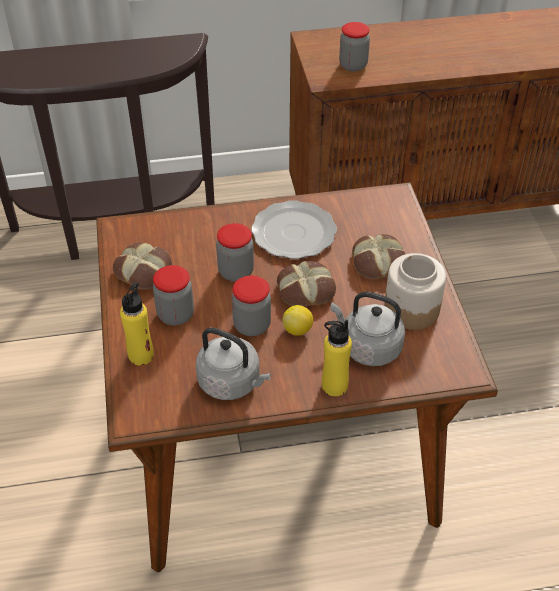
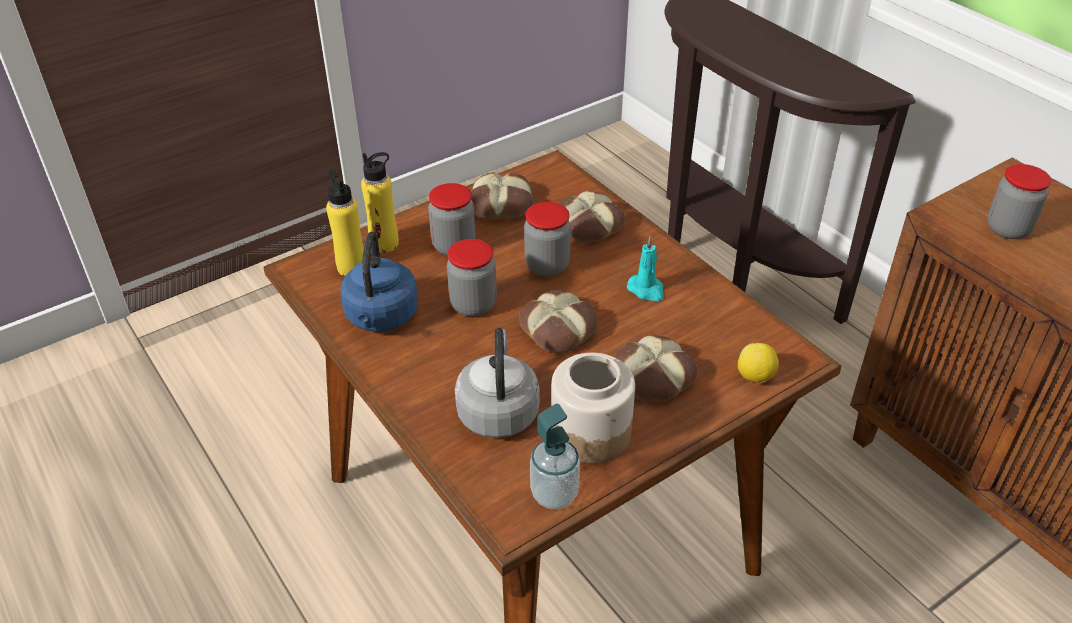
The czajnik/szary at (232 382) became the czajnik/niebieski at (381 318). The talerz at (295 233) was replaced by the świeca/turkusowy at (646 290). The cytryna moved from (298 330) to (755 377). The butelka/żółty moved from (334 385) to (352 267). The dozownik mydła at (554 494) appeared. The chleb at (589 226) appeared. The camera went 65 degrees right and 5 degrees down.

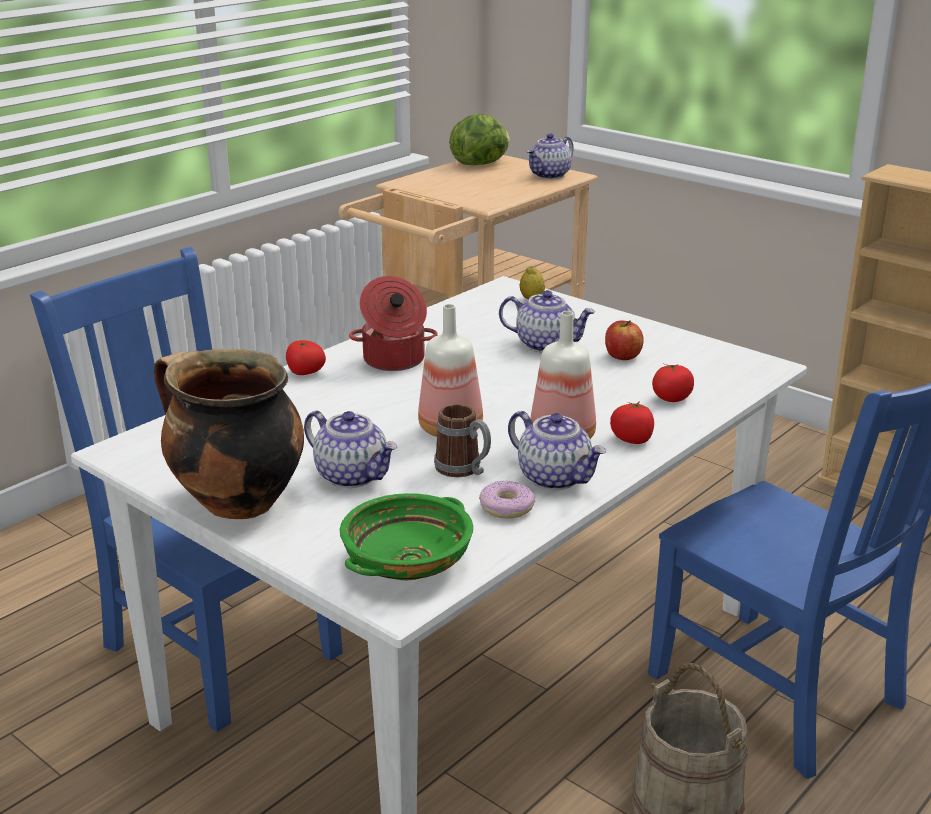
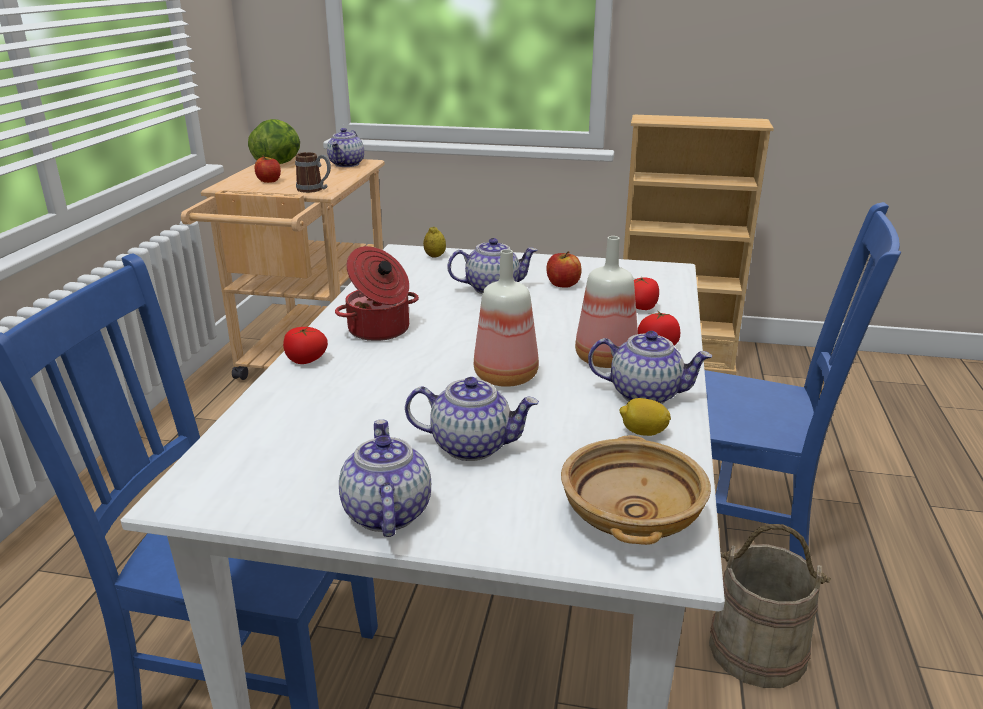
The garnek at (235 502) was replaced by the imbryk at (385 512). The miska/zielony at (407 562) became the miska/beżowy at (630 515). The kubek moved from (464 470) to (314 189). The donut at (506 508) was replaced by the cytryna at (643 432). The jabłko at (269 181) appeared. The camera went 30 degrees left and 0 degrees up.

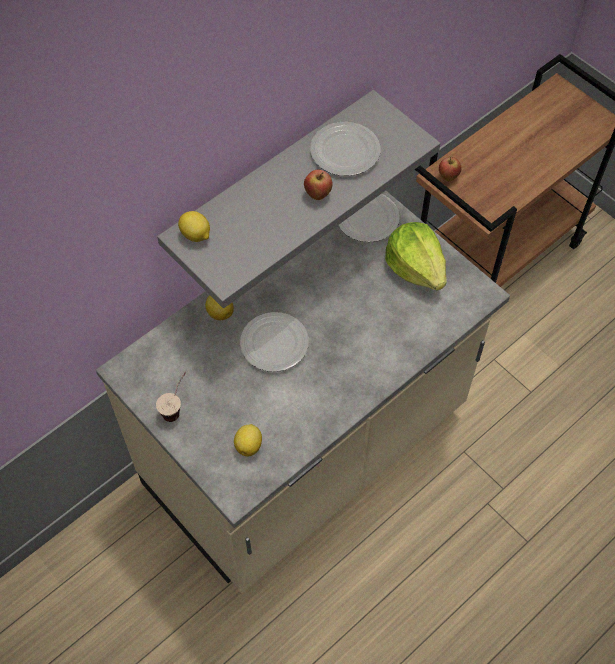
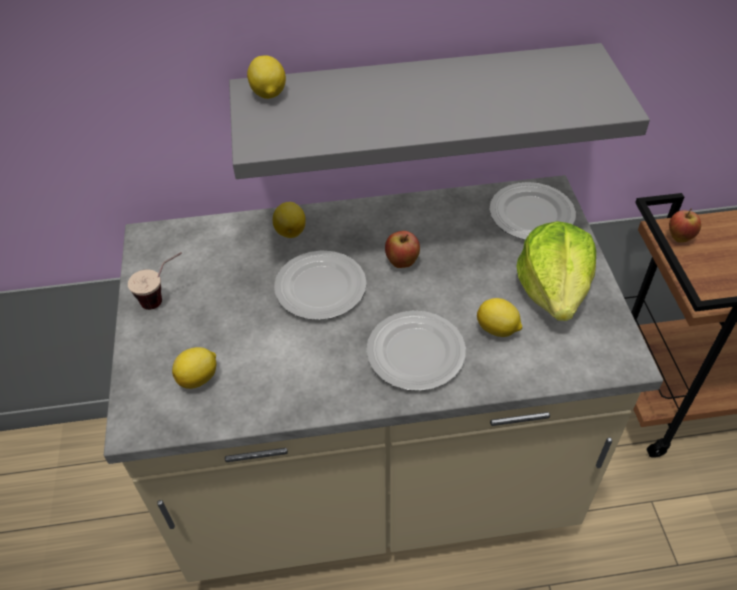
The jabłko moved from (318 194) to (402 263). The talerz moved from (346 152) to (416 354). The cytryna at (497 330) appeared. The camera went 35 degrees right and 10 degrees down.

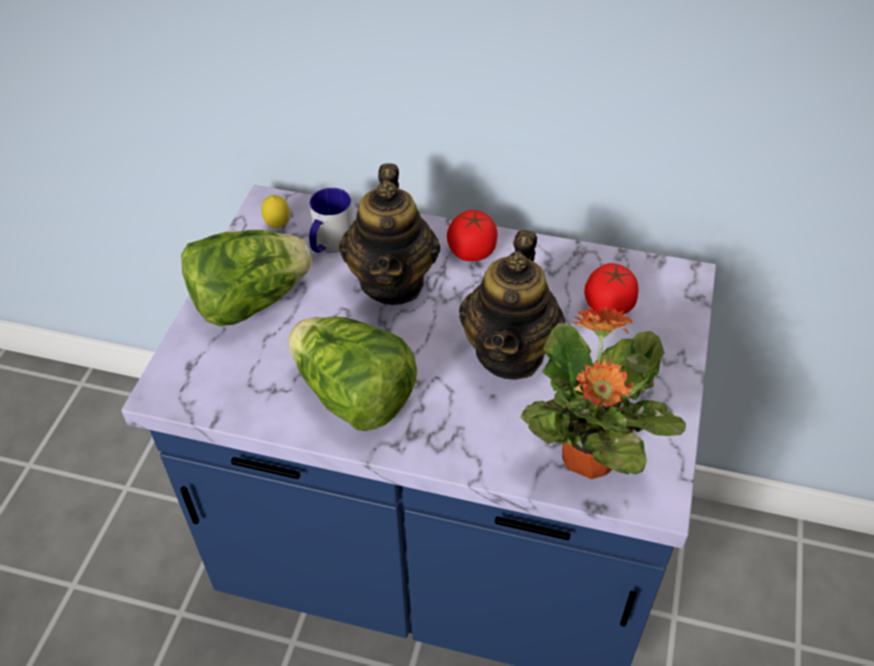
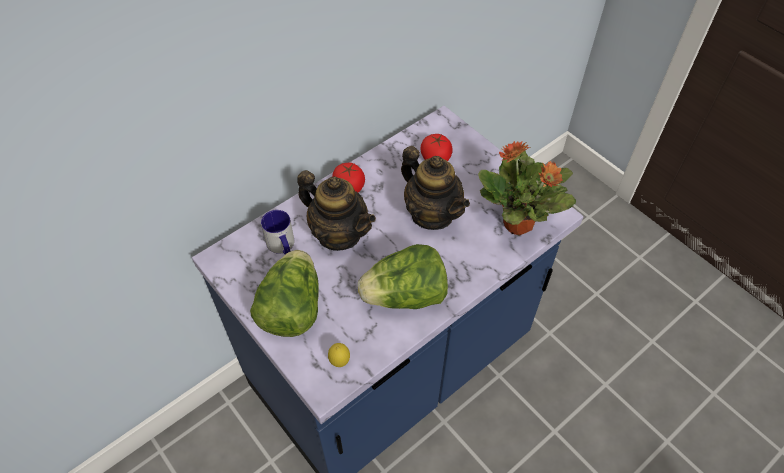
The cytryna moved from (278 226) to (339 362). The camera went 55 degrees left and 5 degrees up.

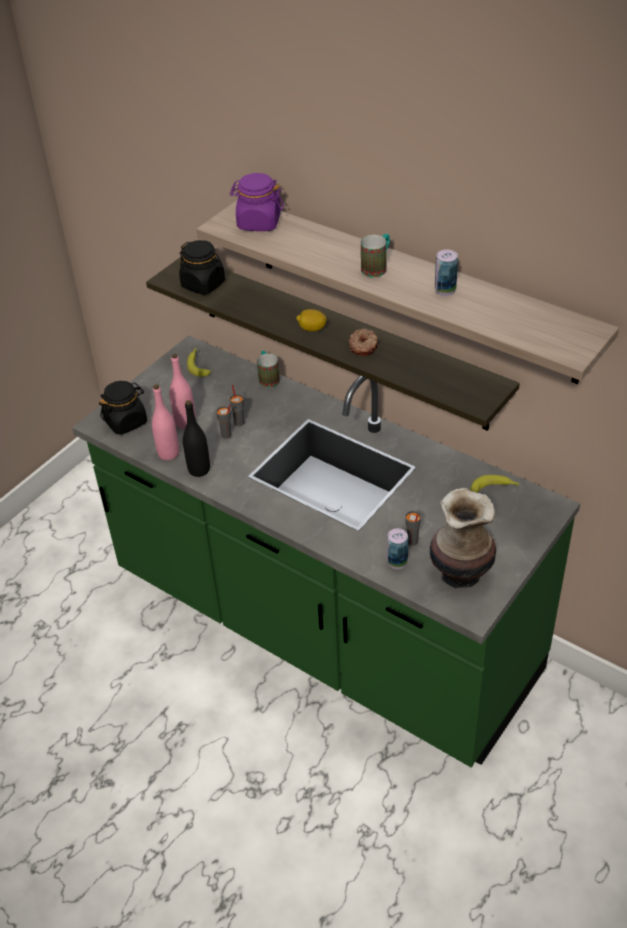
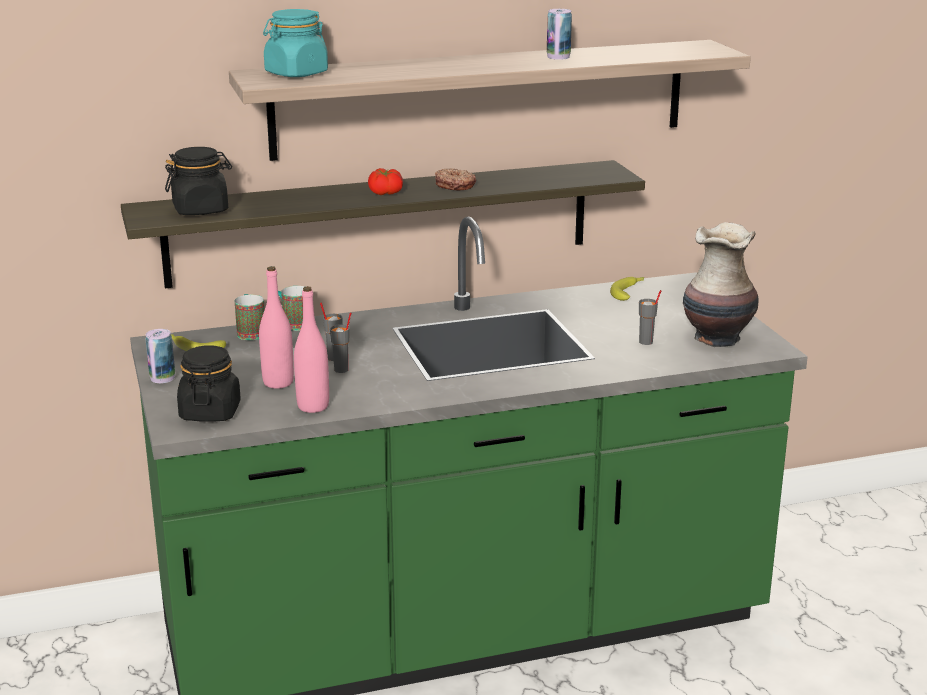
The butelka/czarny at (199 470) disappeared. The słoik/fioletowy at (258 223) became the słoik/turkusowy at (296 73). The cytryna at (312 329) was replaced by the pomidor at (384 193). The kubek moved from (377 267) to (250 332). The puszka moved from (397 562) to (162 378). The camera went 55 degrees left and 20 degrees down.

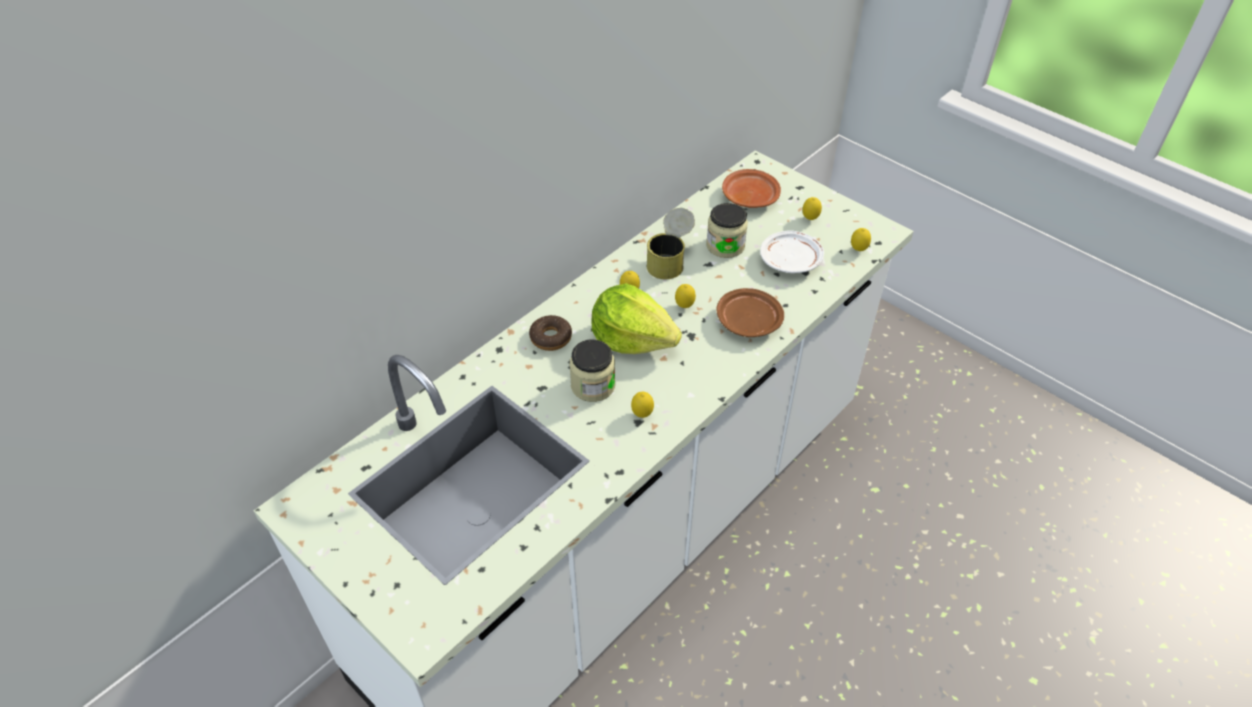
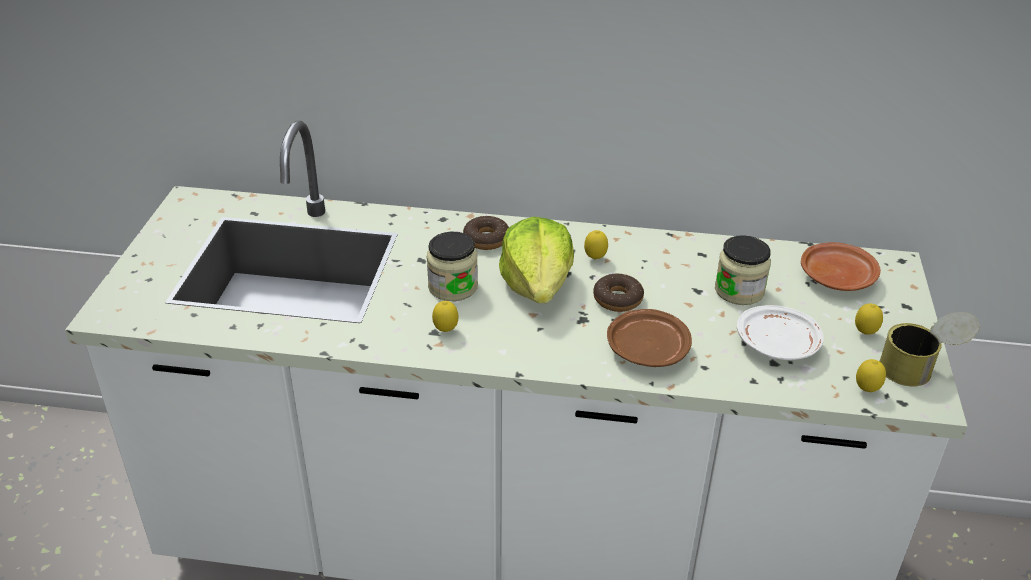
The puszka moved from (670 260) to (920 368). The cytryna at (684 306) was replaced by the donut at (617 299). The camera went 55 degrees right and 10 degrees down.

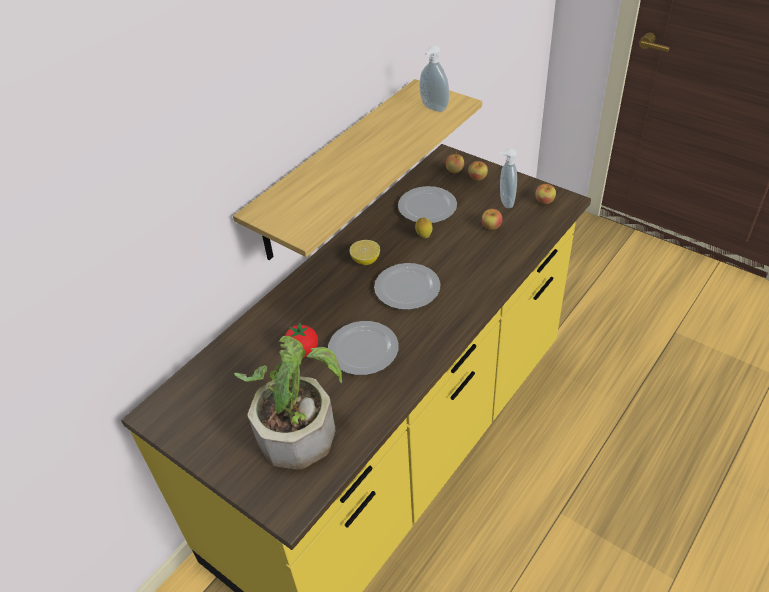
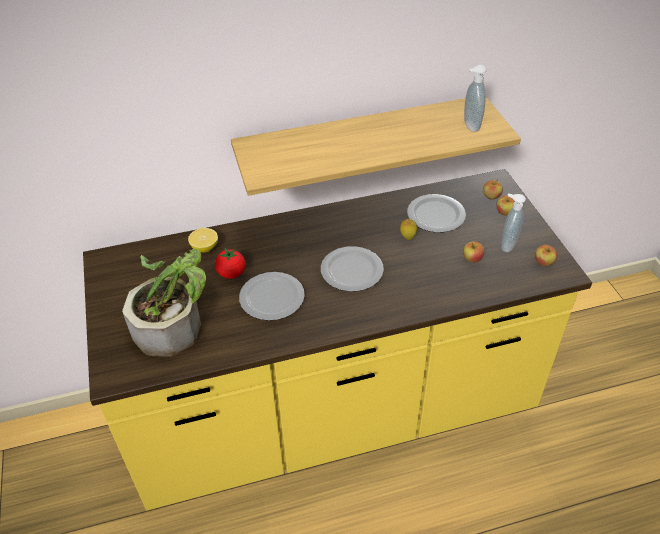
The cytryna moved from (365 260) to (204 247). The camera went 35 degrees right and 0 degrees up.

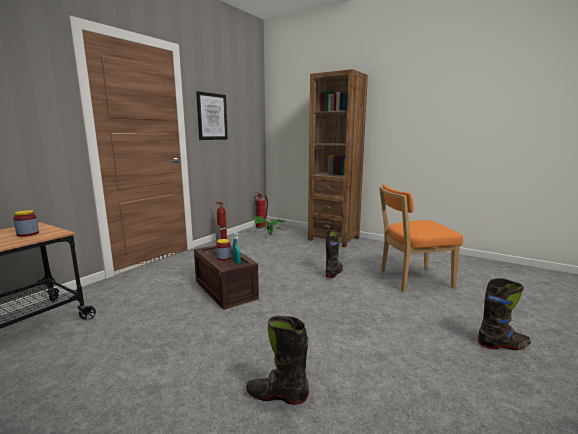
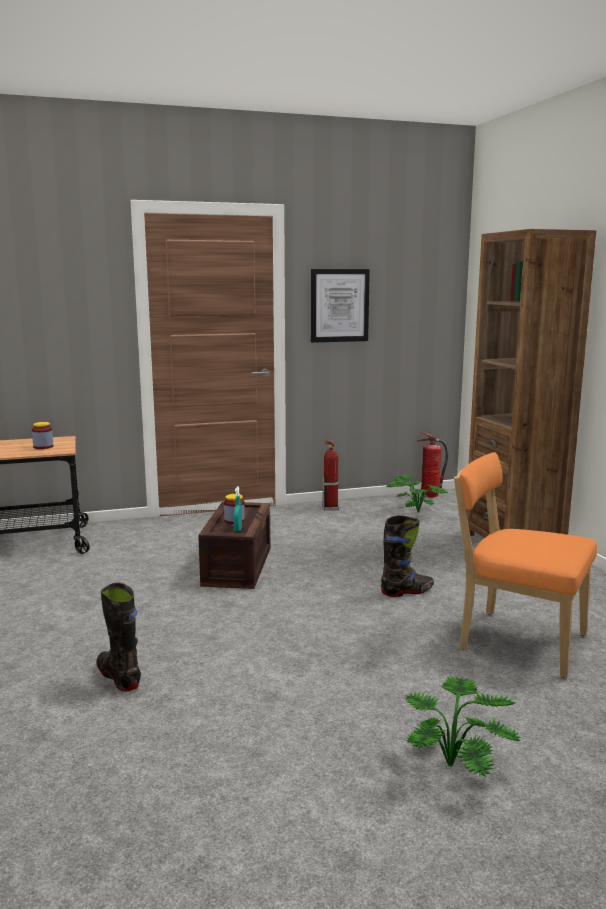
The but z cholewką/czarny at (503 345) was replaced by the roślina doniczkowa at (457 765). The camera went 40 degrees right and 0 degrees up.

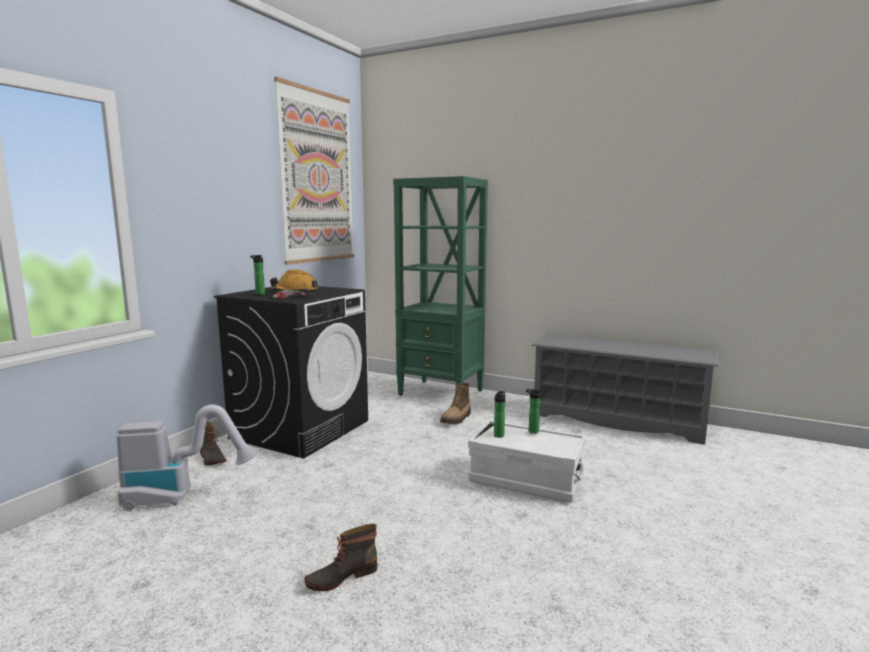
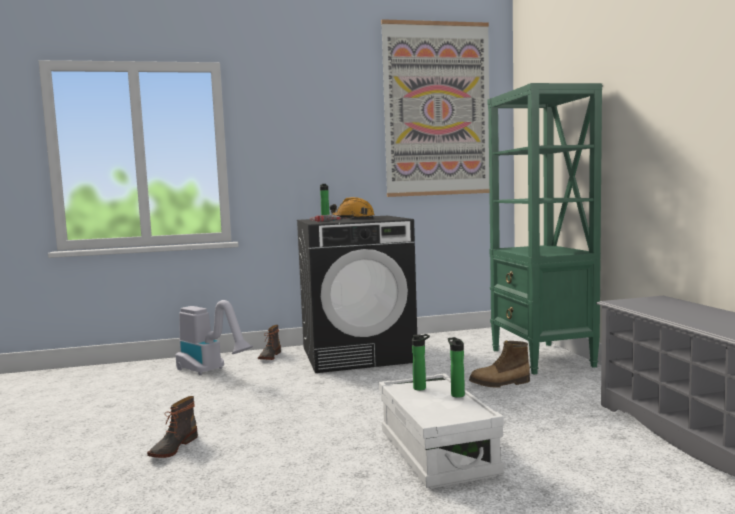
The but z cholewką at (341 576) turned 90 degrees counterclockwise. The camera went 50 degrees right and 5 degrees down.

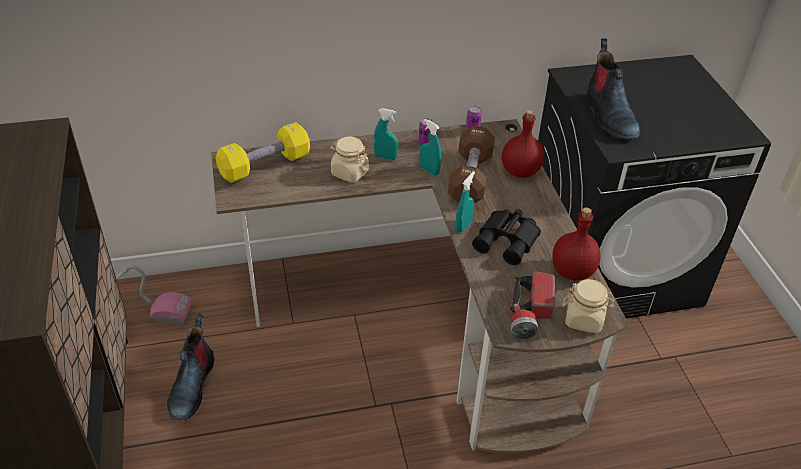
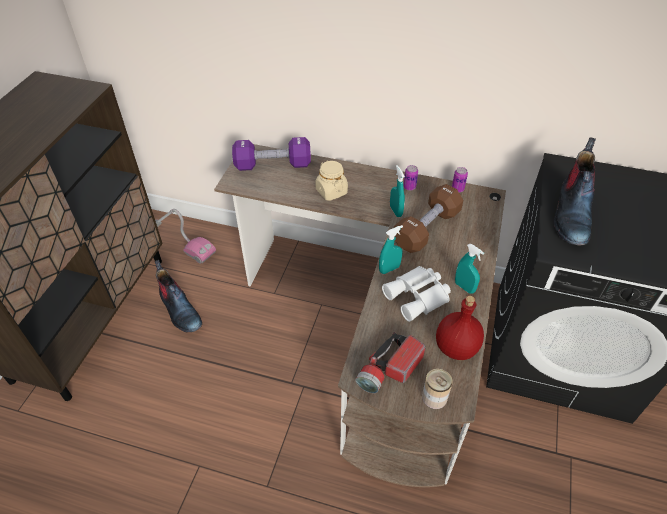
The but z cholewką at (192 385) turned 75 degrees counterclockwise. The hantel/żółty at (265 165) became the hantel/fioletowy at (273 165). The spryskiwacz/turkusowy moved from (385 157) to (464 287). The lornetka/czarny at (508 241) became the lornetka/biały at (418 297). The butelka/czerwony at (520 171) disappeared. The słoik/beżowy at (584 319) was replaced by the puszka at (434 397). The camera went 30 degrees right and 5 degrees up.

